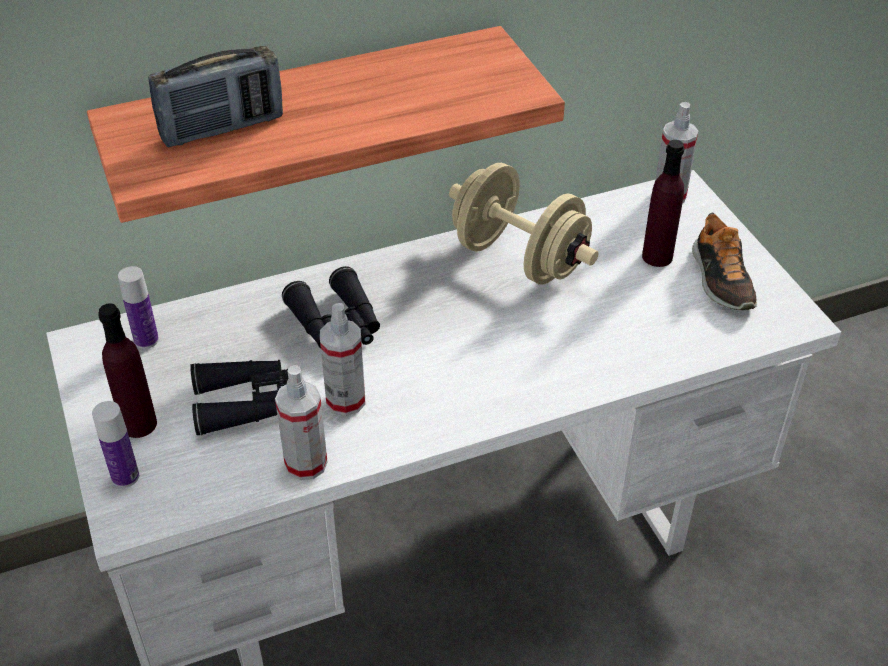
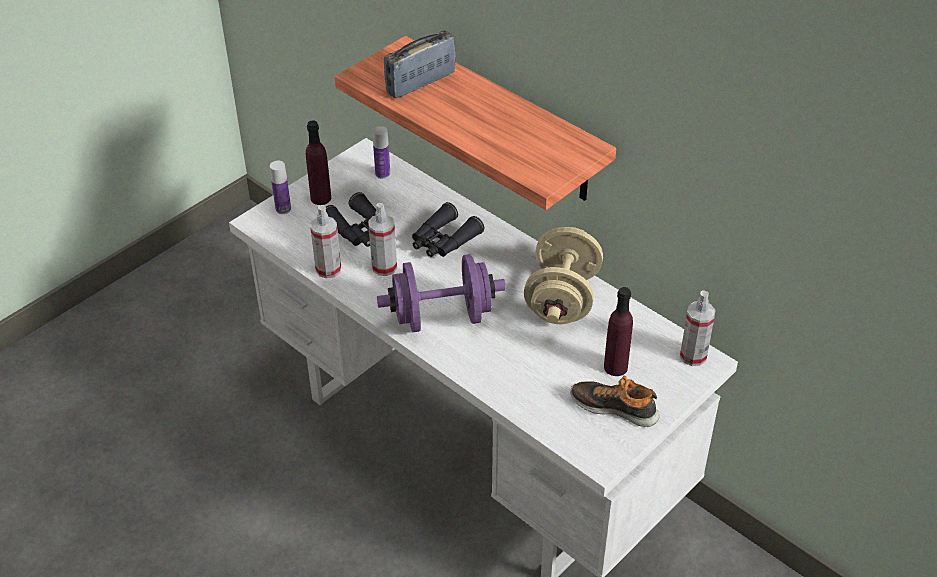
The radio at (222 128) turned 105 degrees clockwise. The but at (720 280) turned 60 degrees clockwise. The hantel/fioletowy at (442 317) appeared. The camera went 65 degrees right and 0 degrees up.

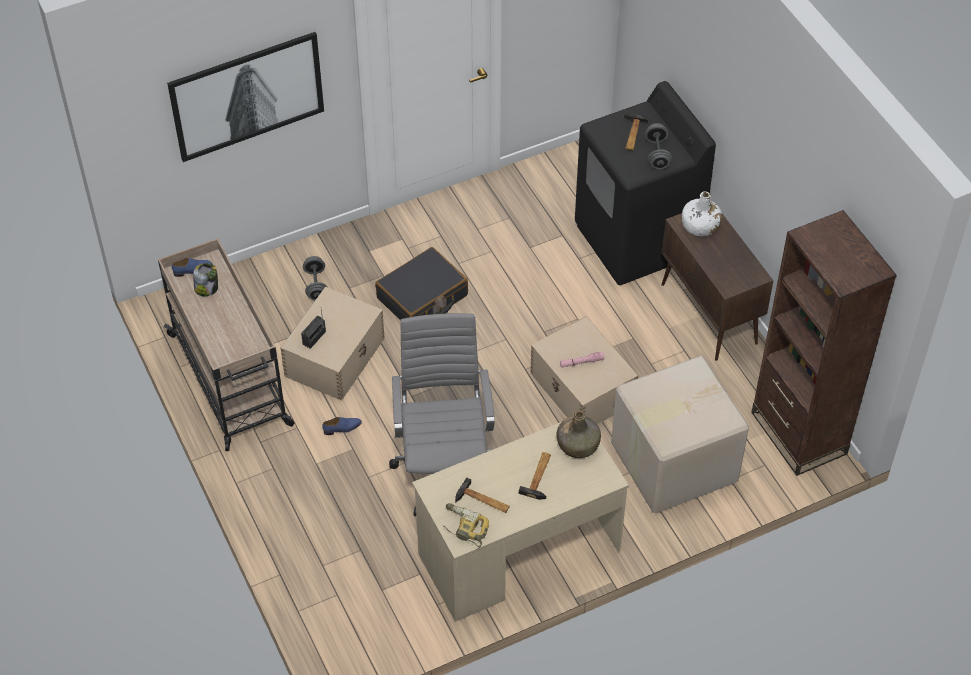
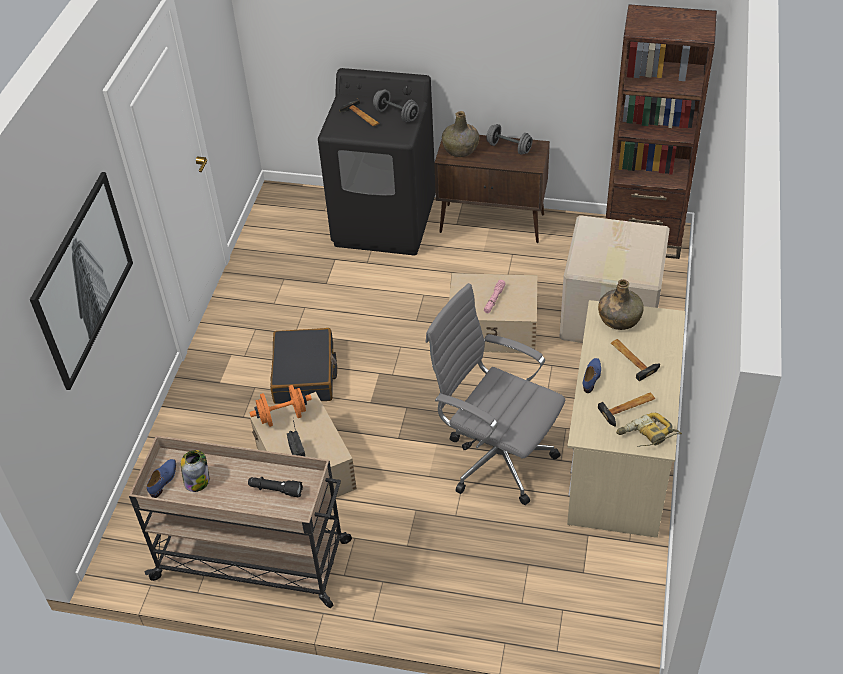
The hantel/szary moved from (316 285) to (509 148). The but/niebieski moved from (342 428) to (592 377). The butelka/biały at (700 226) became the butelka/zielony at (461 149). The latarka/czarny at (275 490) appeared. The hantel/pomarańczowy at (282 416) appeared. The camera went 50 degrees left and 5 degrees down.

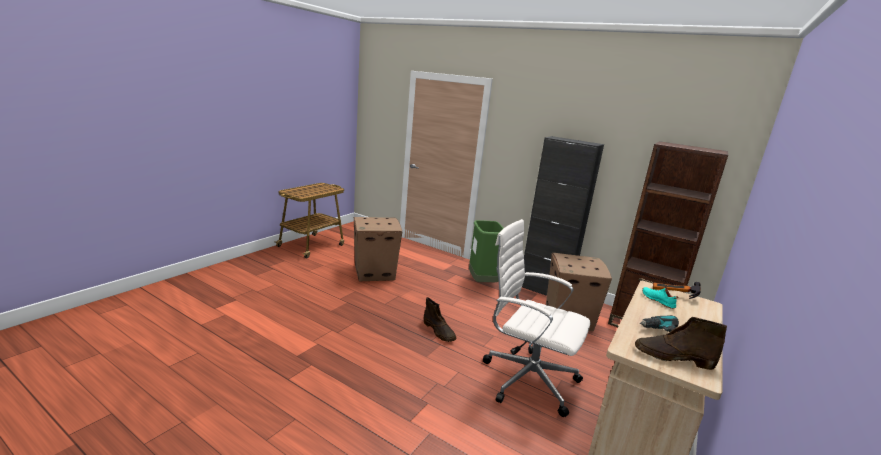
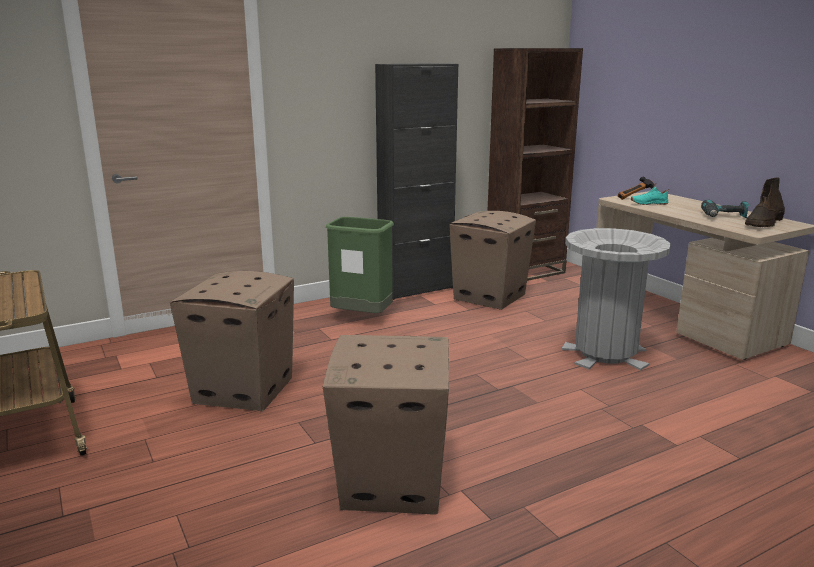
The but z cholewką/brązowy at (439 331) disappeared. The krzesło biurowe/biały at (526 378) was replaced by the kosz na śmieci/szary at (605 353). The karton at (389 483) appeared. The camera went 60 degrees left and 0 degrees up.

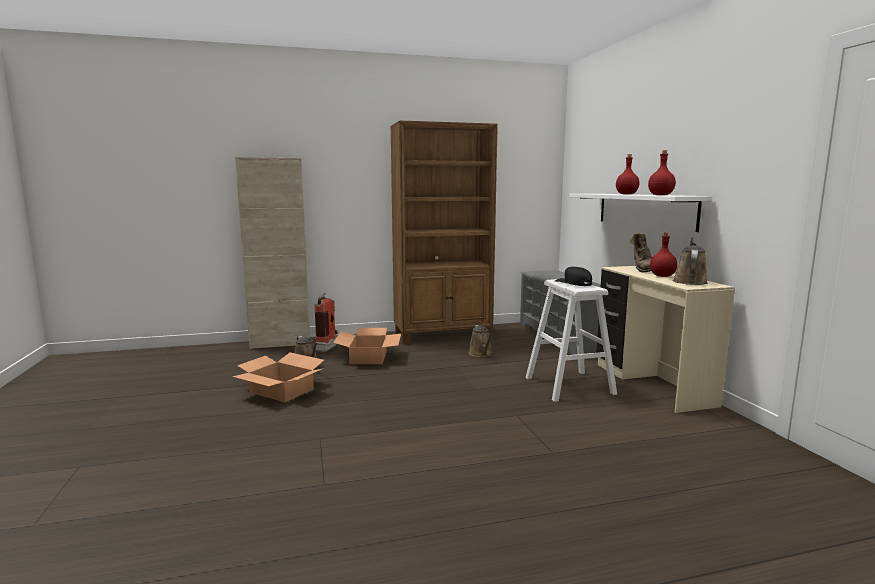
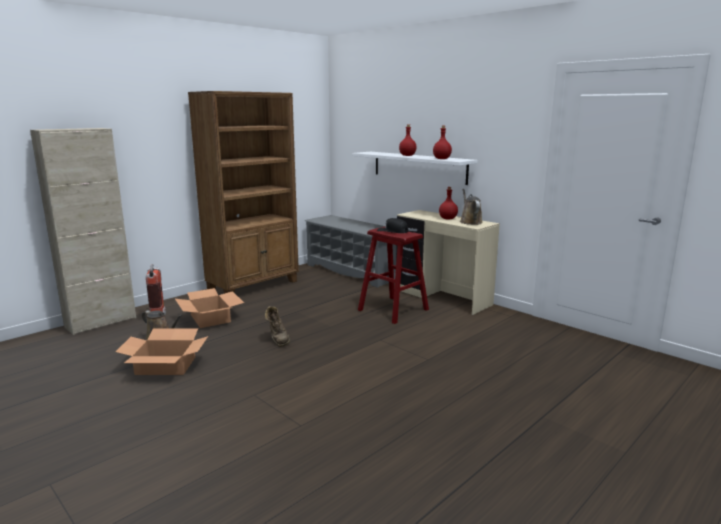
The konewka/brązowy at (481 354) disappeared. The stołek/biały at (569 385) became the stołek/czerwony at (393 310). The but z cholewką/brązowy moved from (642 270) to (278 339). The camera went 30 degrees left and 5 degrees up.

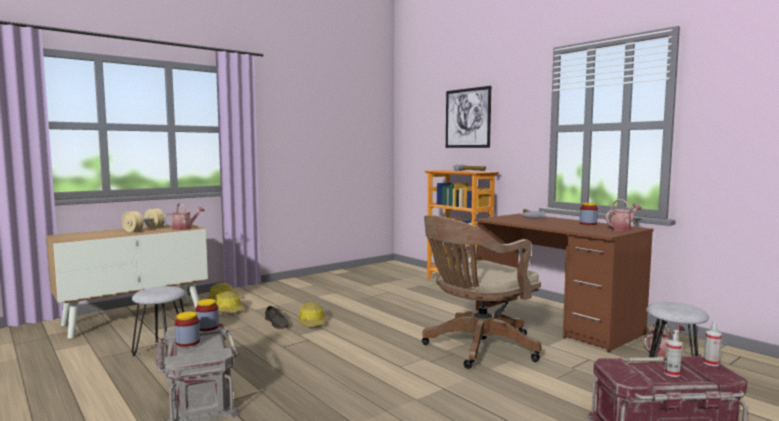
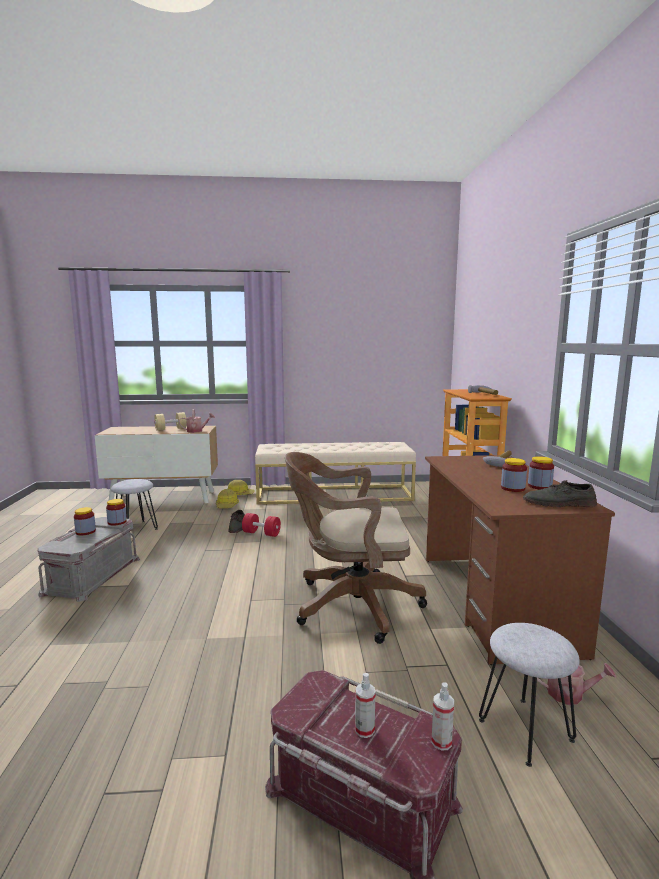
The kask at (312 323) was replaced by the hantel/czerwony at (261 533). The obraz at (467 118) disappeared. The konewka at (622 228) was replaced by the but/szary at (559 503). The ławka/beżowy at (334 495) appeared. The słoik at (513 488) appeared. The camera went 35 degrees right and 5 degrees up.

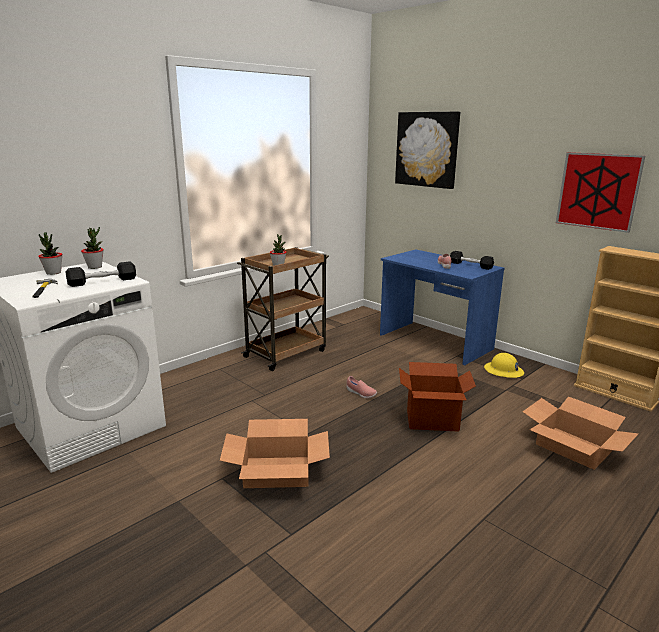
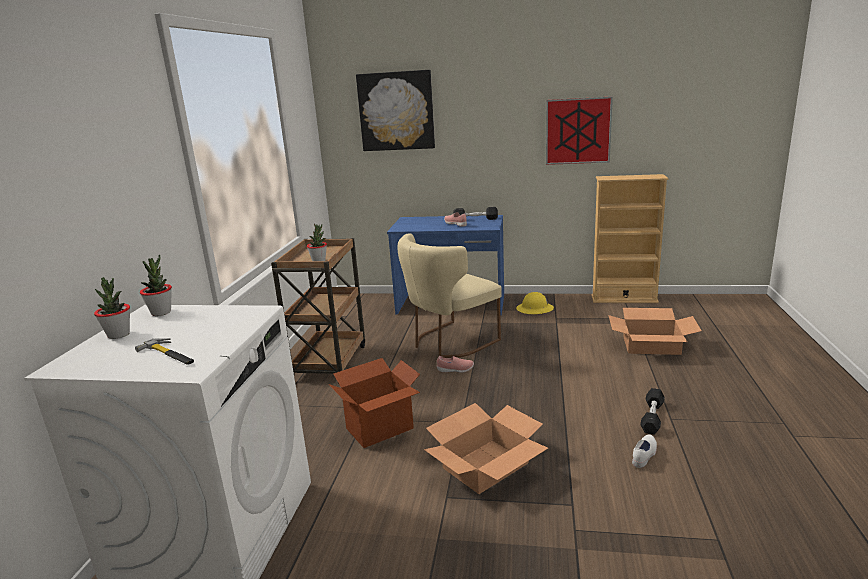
The hantel/czarny moved from (103 281) to (652 417). The karton moved from (432 421) to (380 429). The krzesło/beżowy at (449 342) appeared. The but/biały at (644 456) appeared. The camera went 35 degrees left and 0 degrees up.

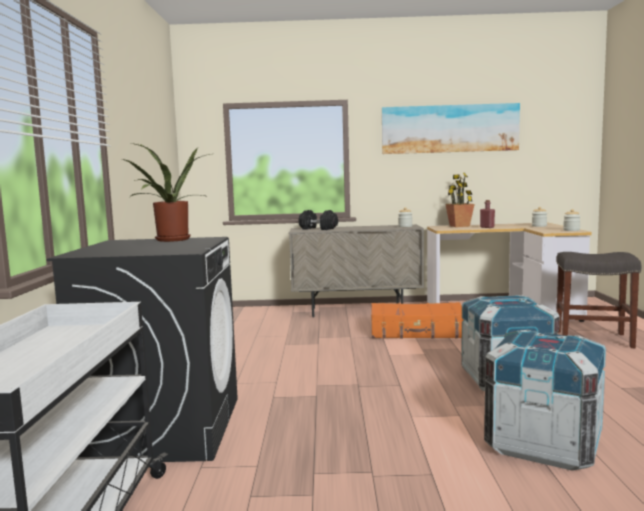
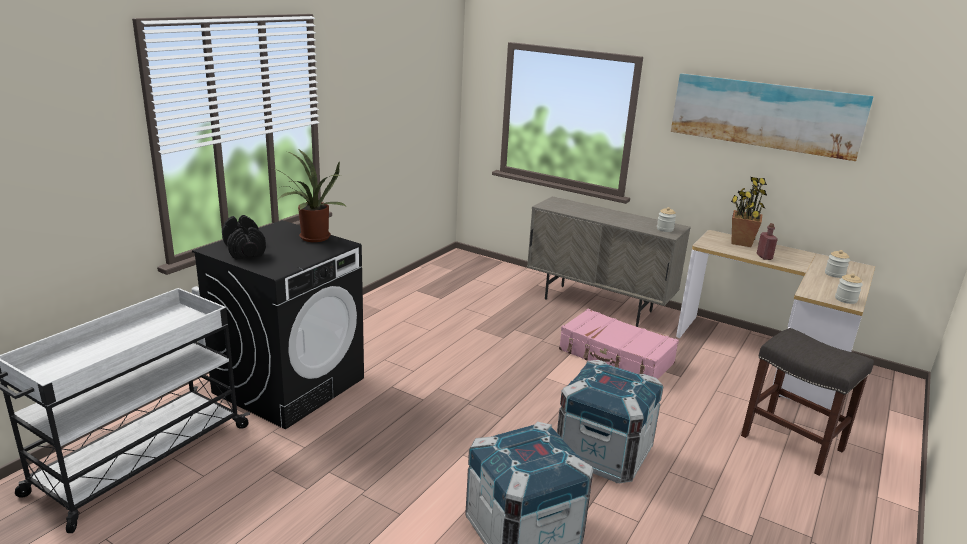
The hantel/czarny moved from (318 229) to (244 250). The walizka/pomarańczowy at (417 332) became the walizka/różowy at (615 357). The camera went 30 degrees right and 15 degrees up.

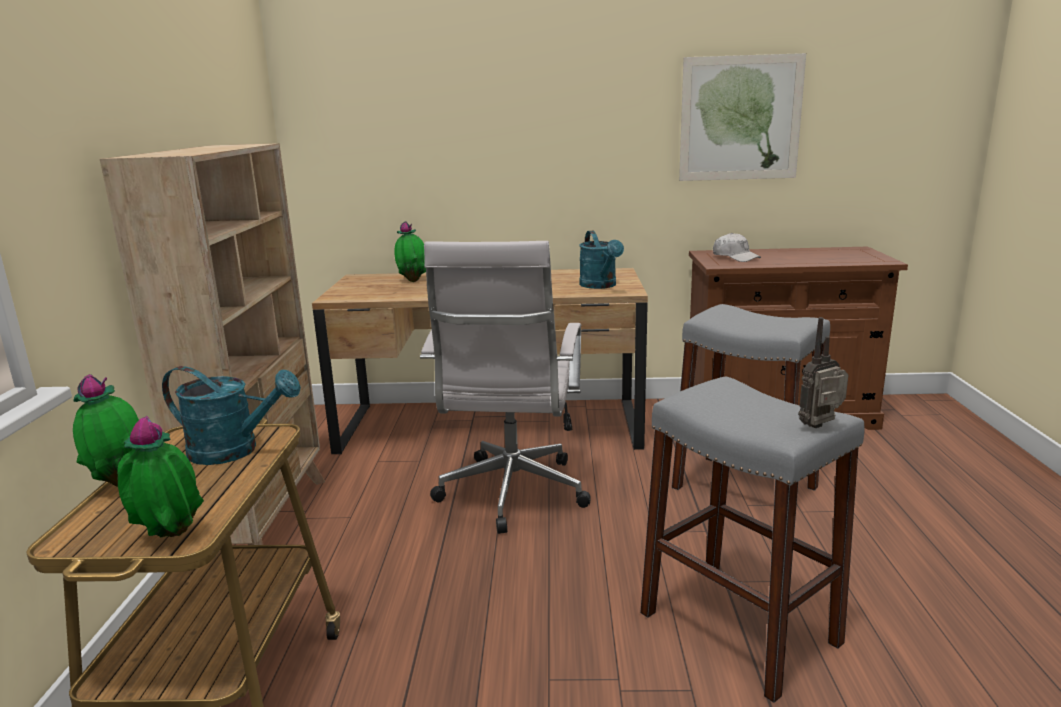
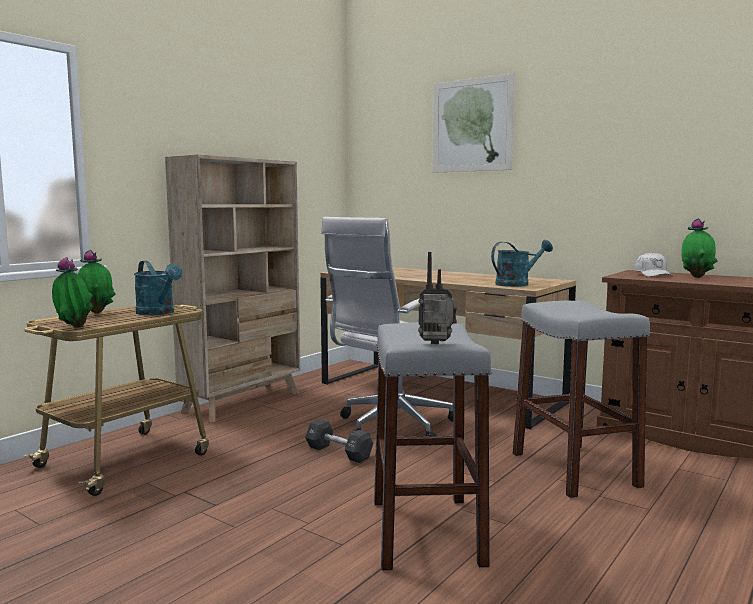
The roślina doniczkowa moved from (413 281) to (696 277). The konewka/turkusowy at (600 286) turned 135 degrees counterclockwise. The obraz moved from (740 118) to (472 125). The hantel/czarny at (338 452) appeared. The camera went 35 degrees right and 10 degrees down.

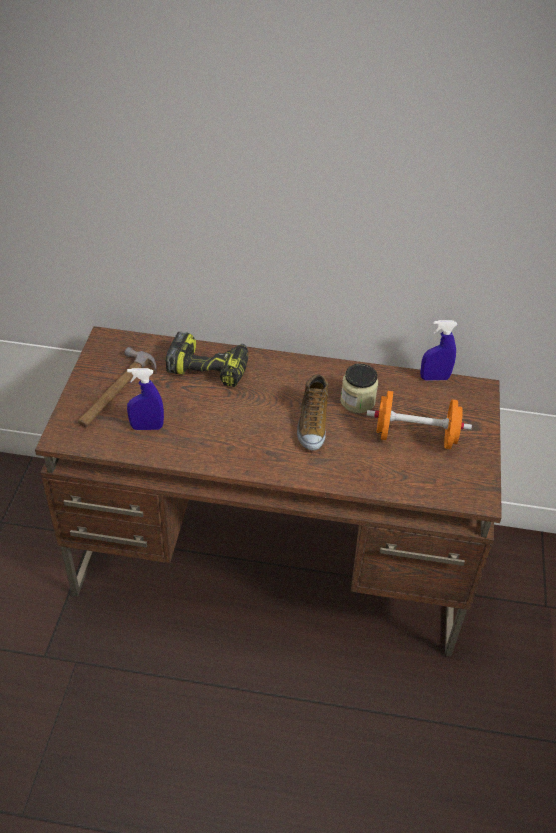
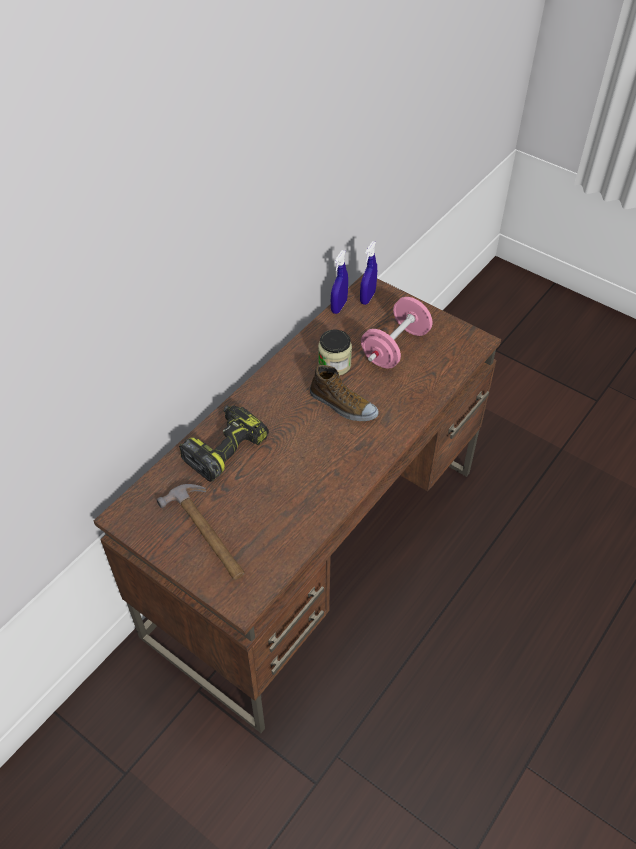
The spryskiwacz/niebieski moved from (147 427) to (367 297). The hantel/pomarańczowy at (415 436) became the hantel/różowy at (395 347). The camera went 60 degrees left and 5 degrees up.

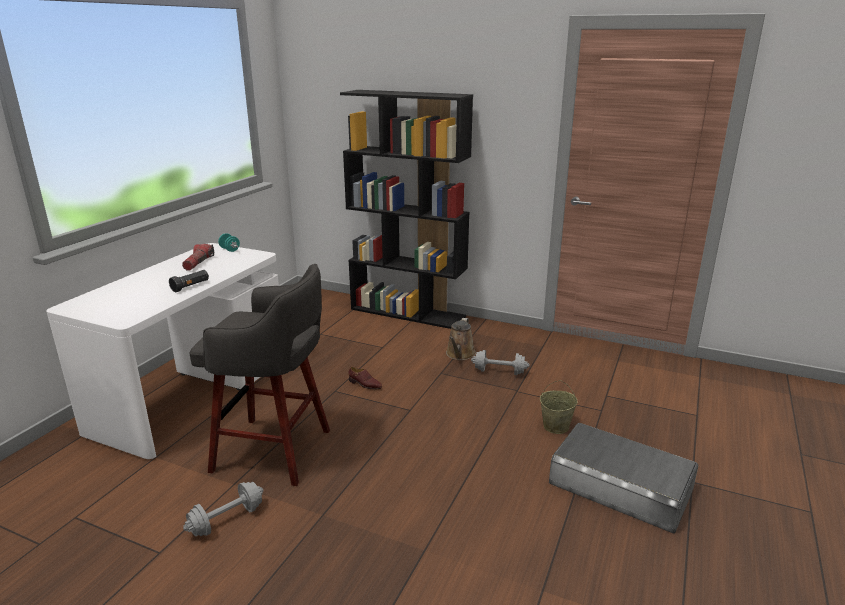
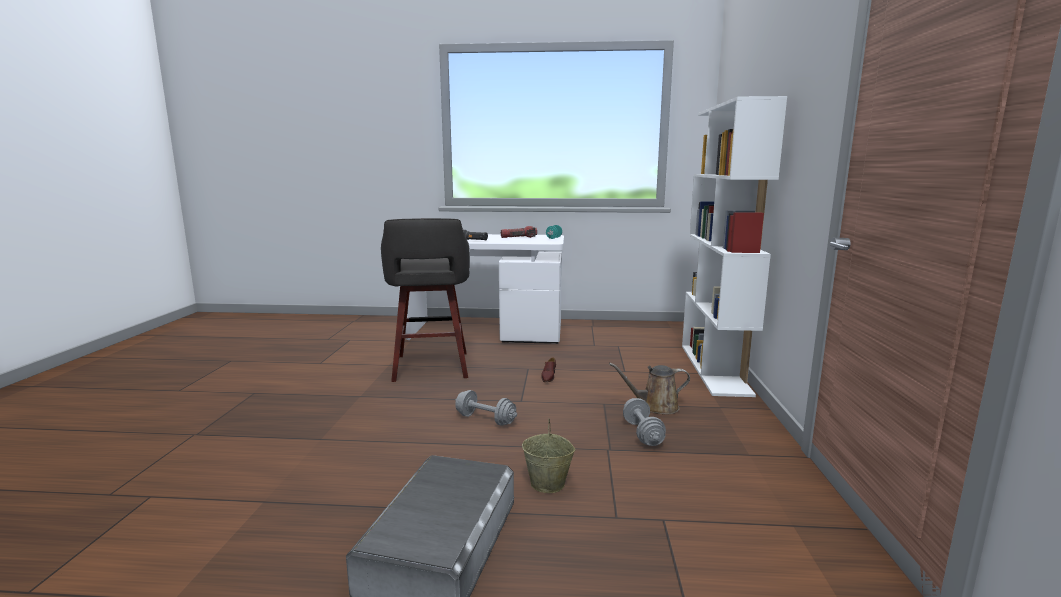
The hantel/szary moved from (226 520) to (485 419). The regał/czarny at (408 312) became the regał/biały at (715 369). The camera went 70 degrees right and 10 degrees down.

